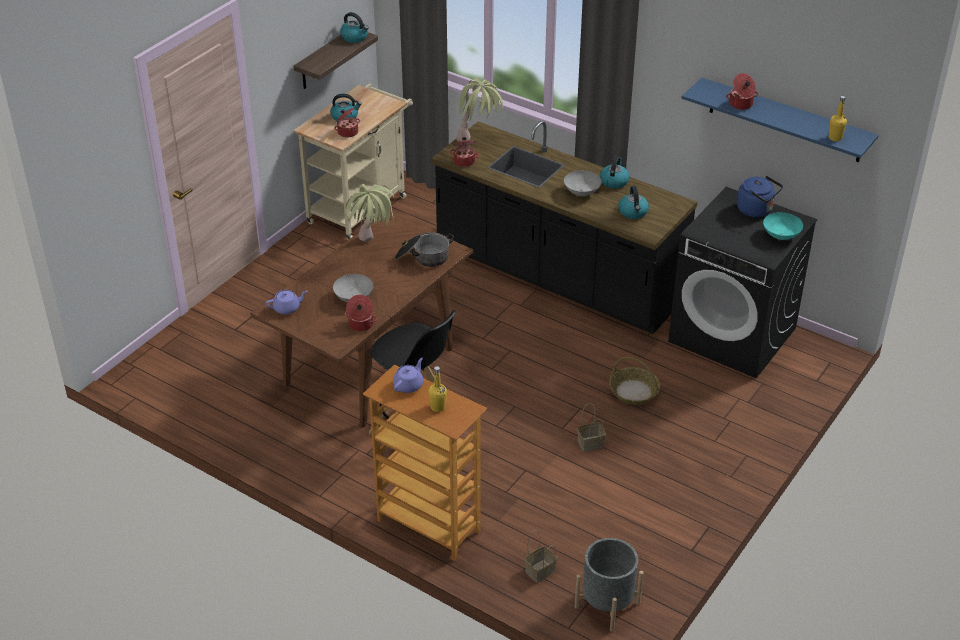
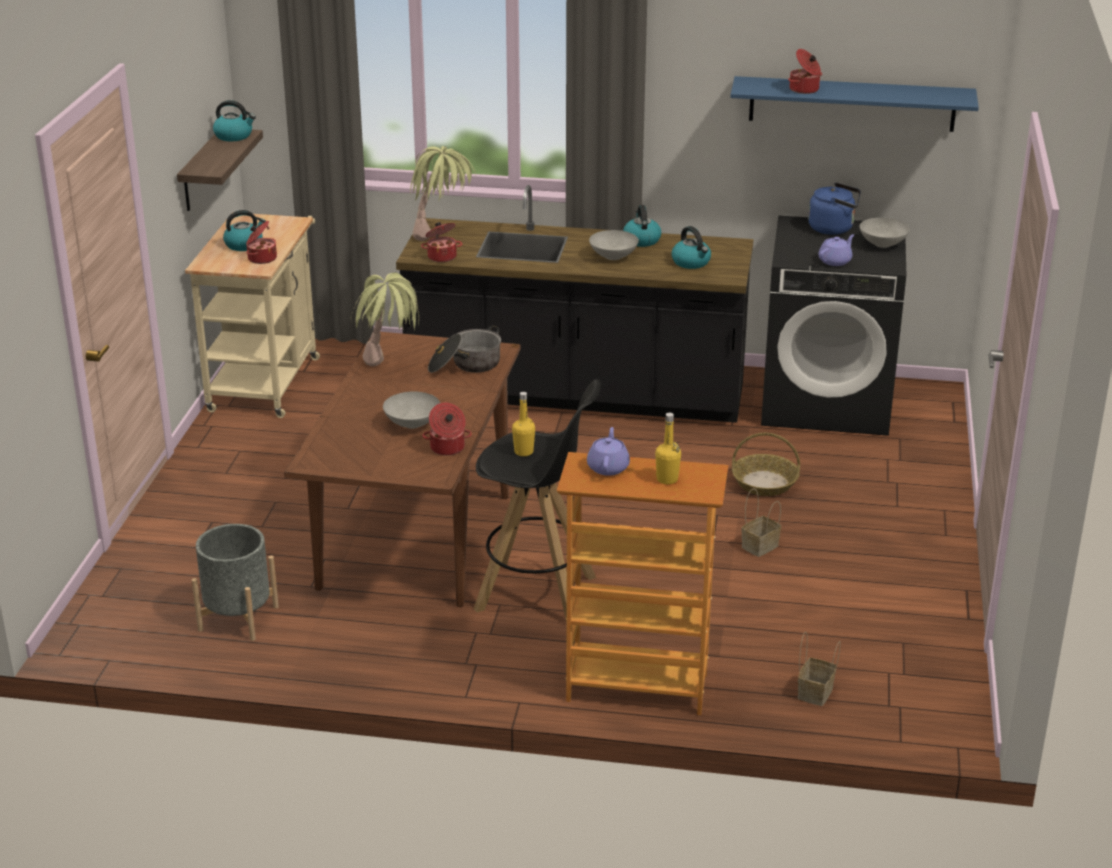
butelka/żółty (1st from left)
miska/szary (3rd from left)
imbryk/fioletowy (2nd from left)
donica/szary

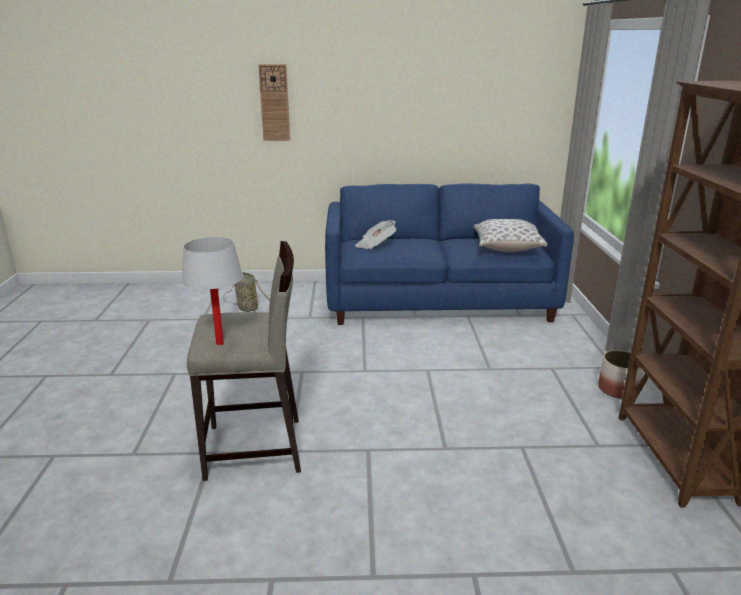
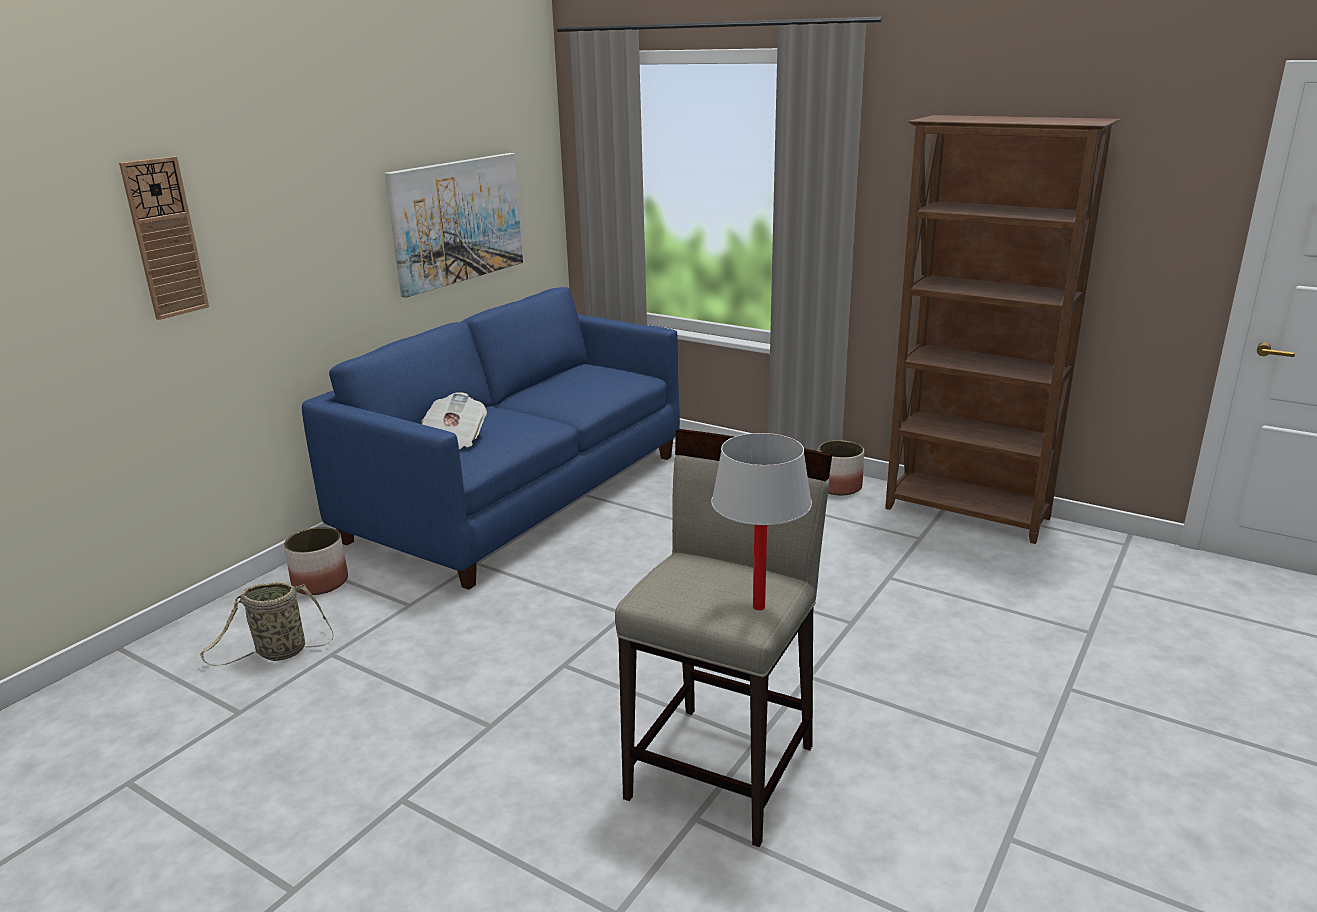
poduszka
obraz
donica (1st from left)

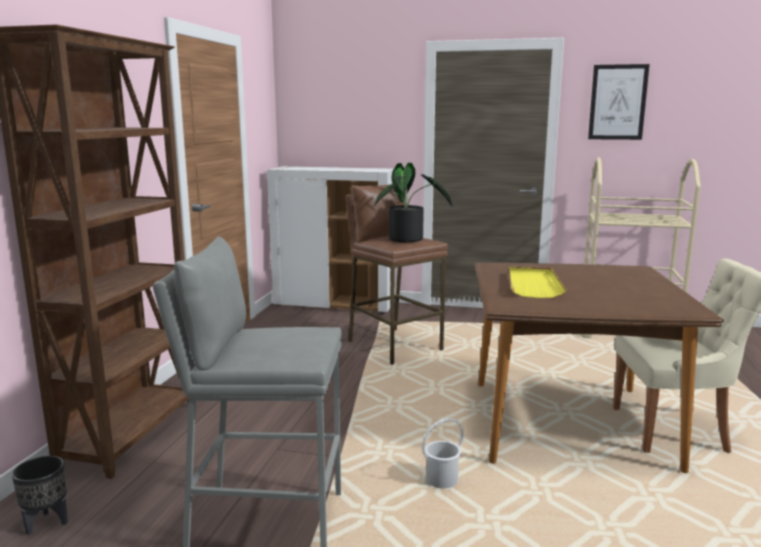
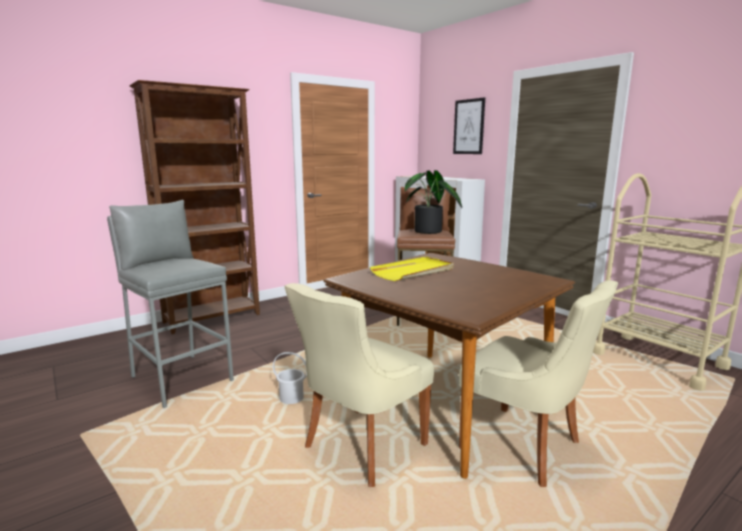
obraz
donica/czarny
krzesło/beżowy (1st from left)

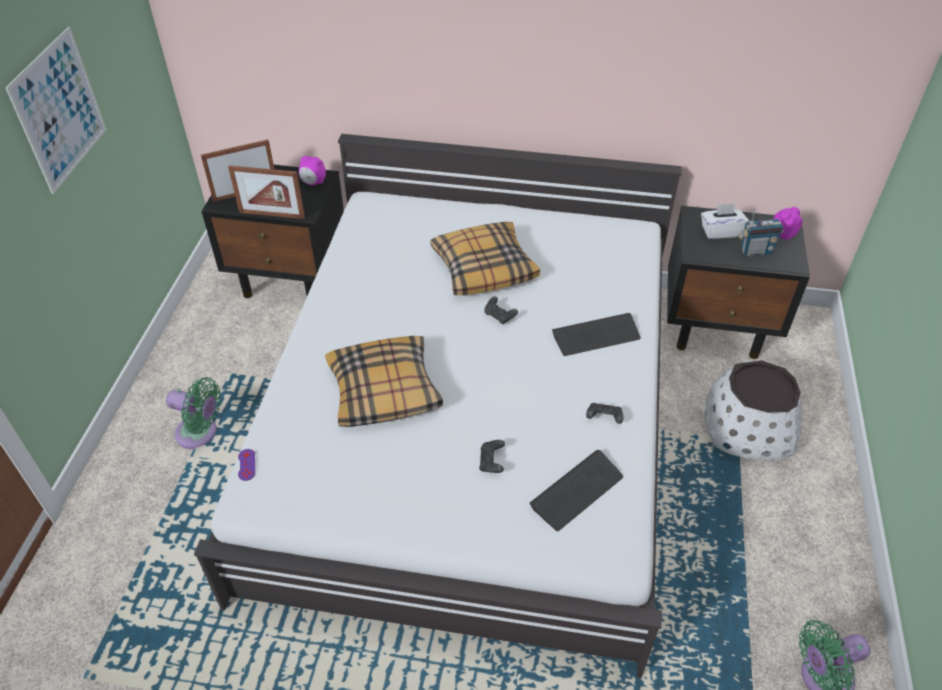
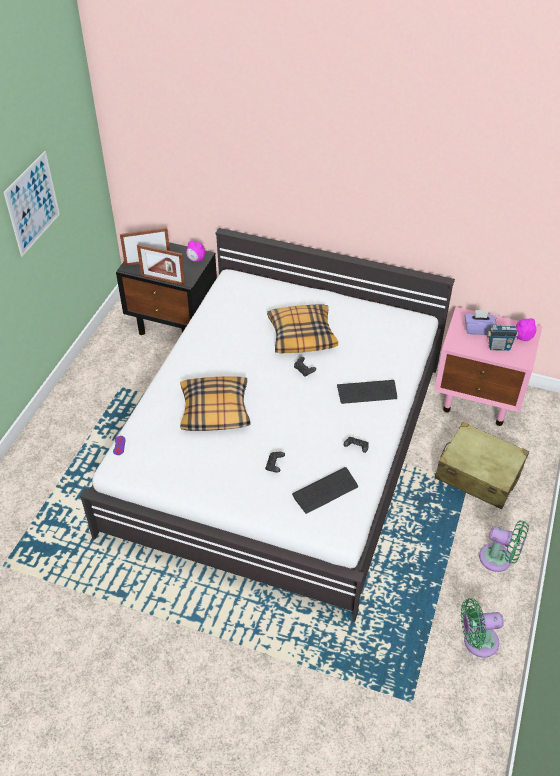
pudełko chusteczek/fioletowy
szafka nocna/różowy
walizka/beżowy
wentylator/zielony (2nd from left)

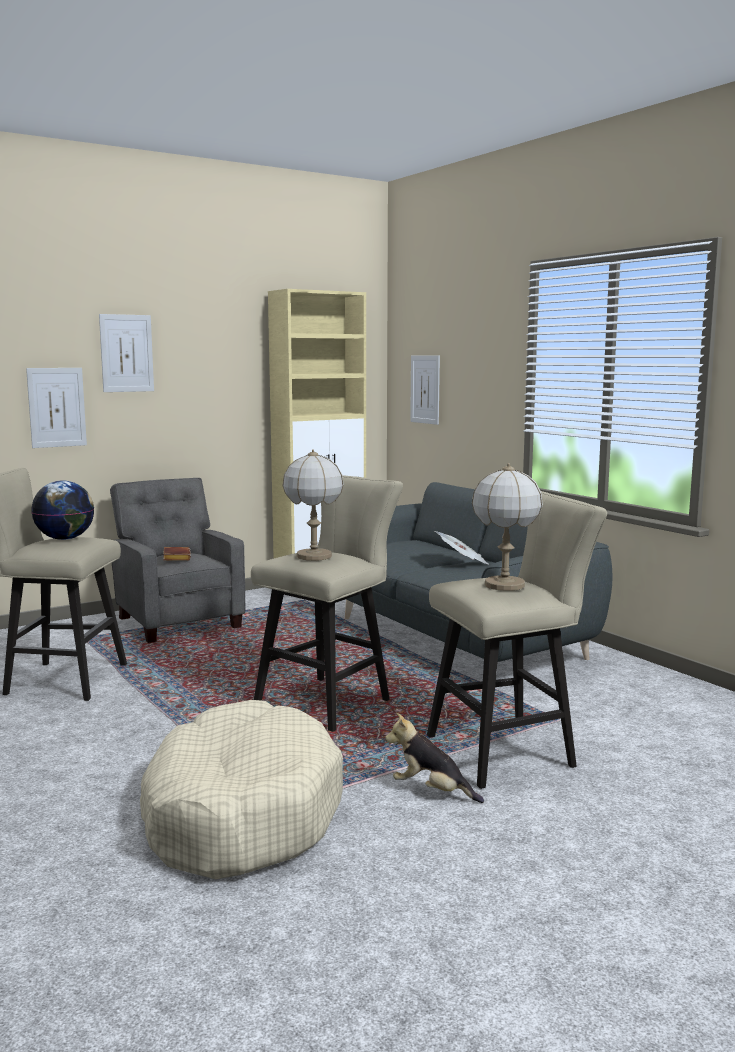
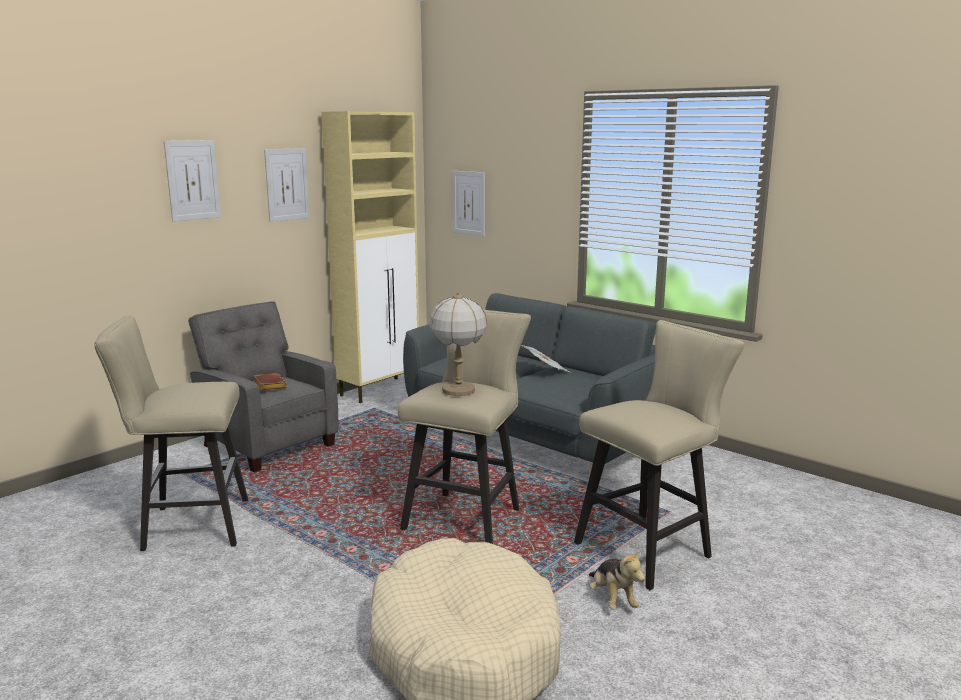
obraz (2nd from left)
lampa stołowa (2nd from left in the first image)
globus
pluszak

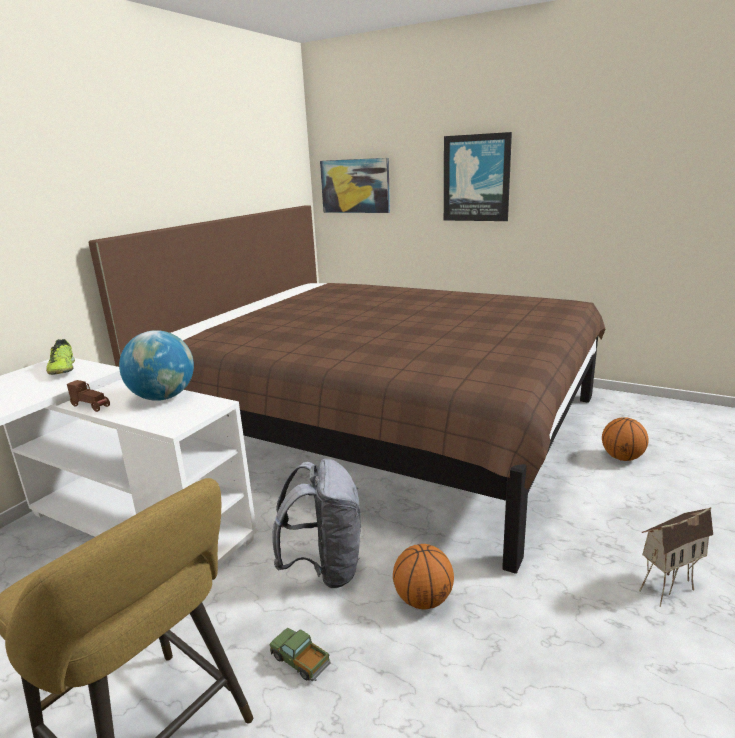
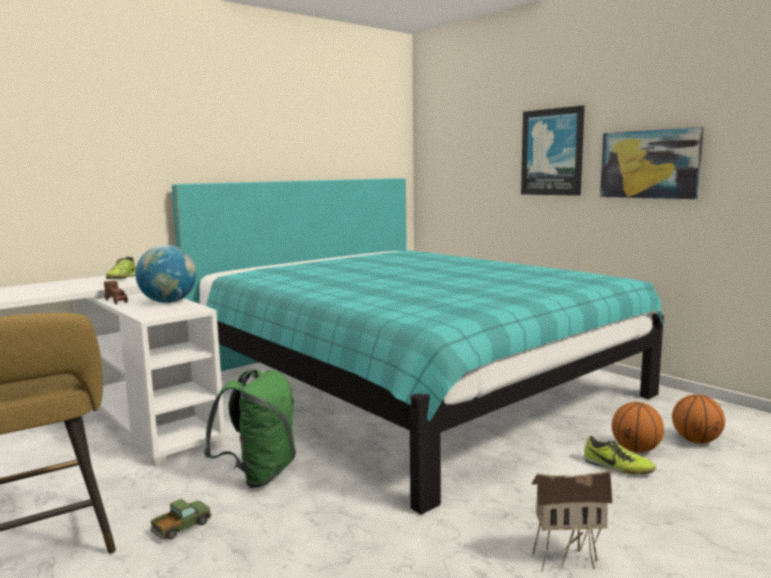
obraz (2nd from left)
łóżko/turkusowy
plecak/zielony
piłka do koszykówki (2nd from left)
ciężarówka zabawkowa
but (2nd from left)

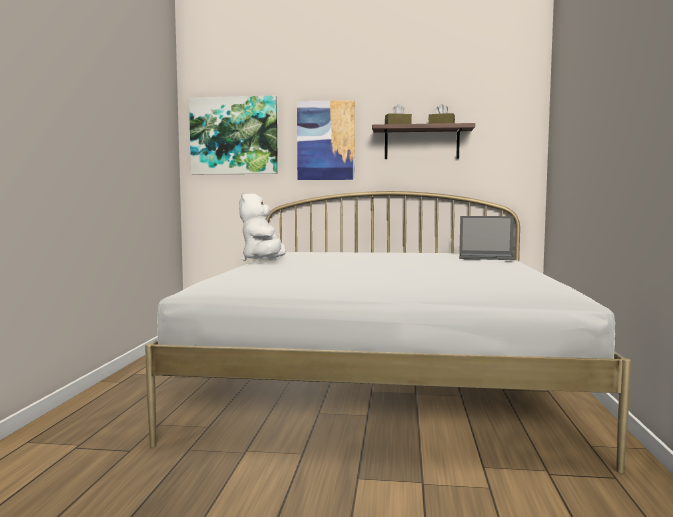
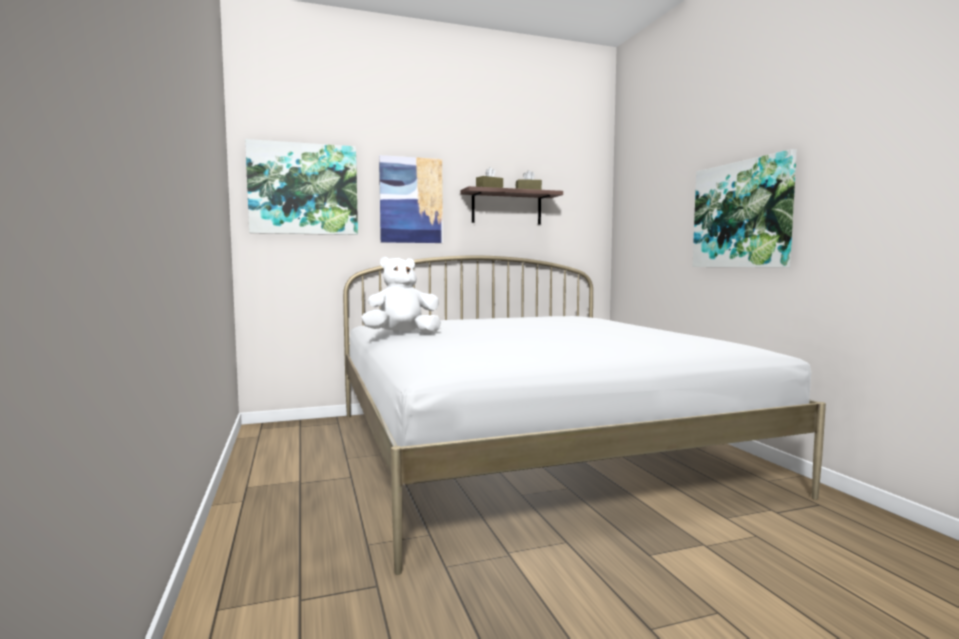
pluszak/biały
laptop
obraz (3rd from left)

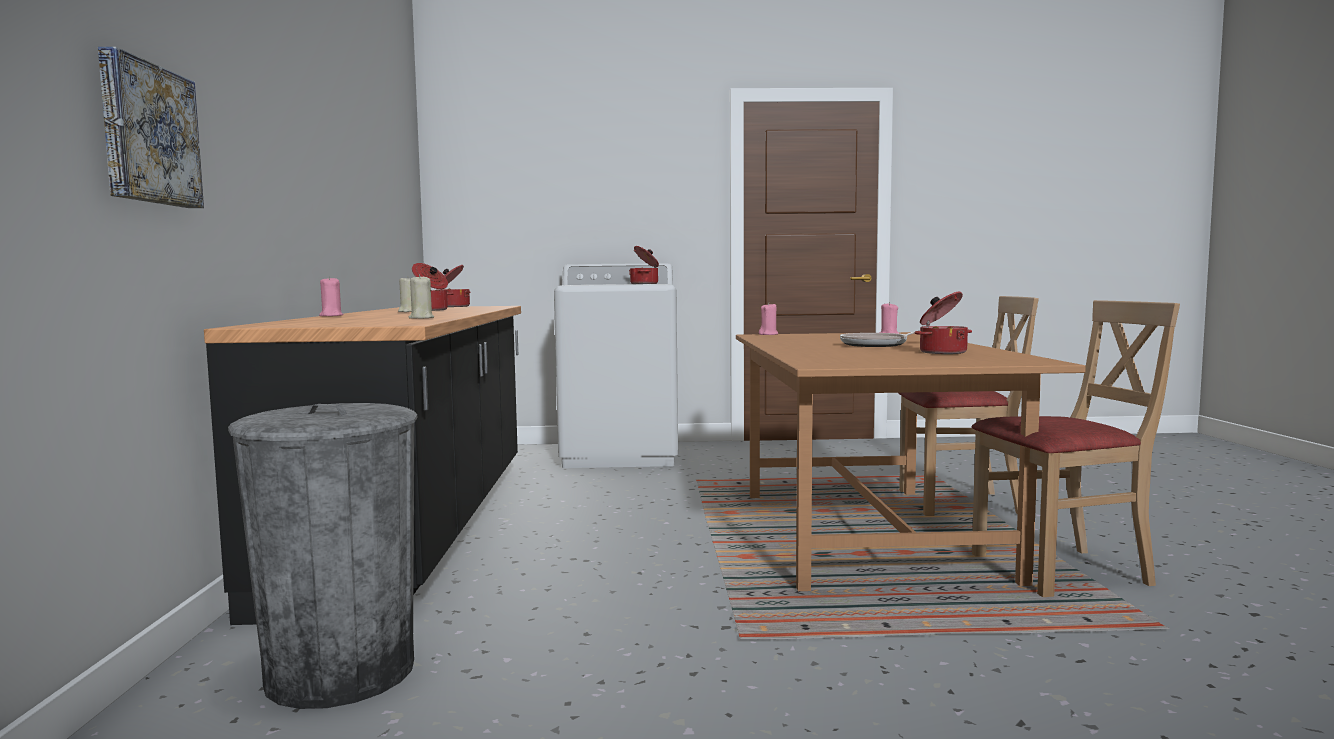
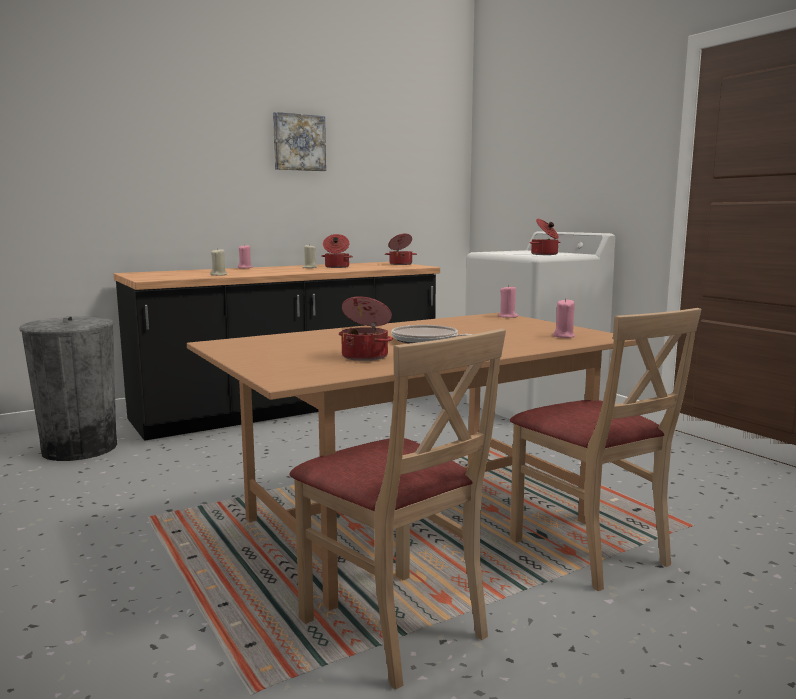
obraz

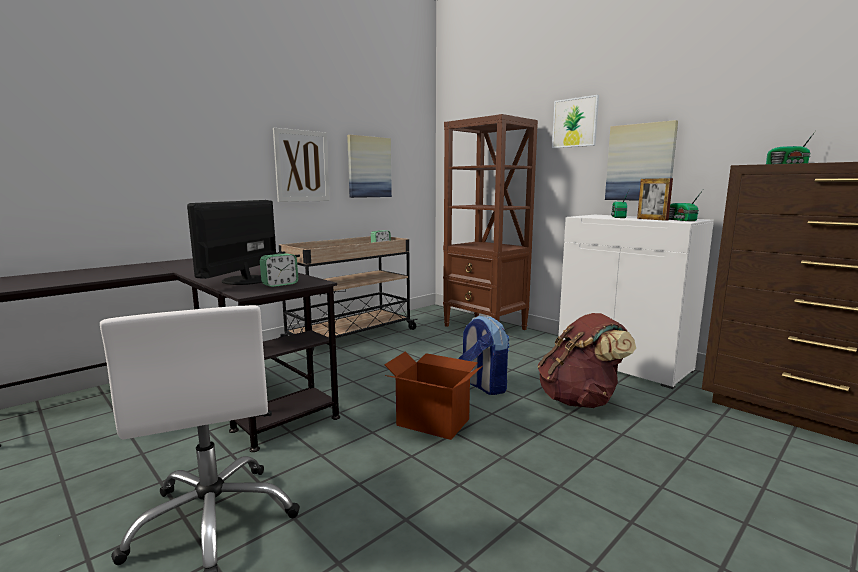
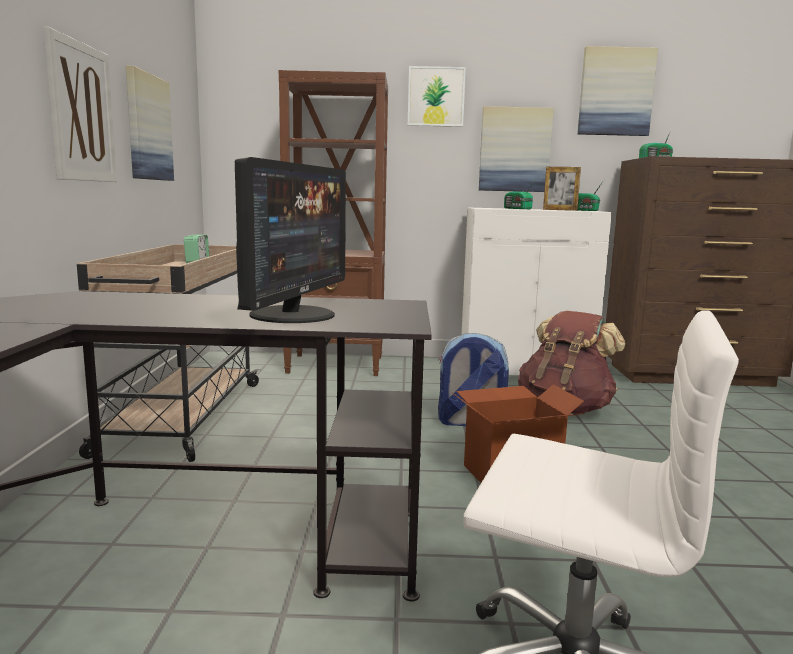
monitor
budzik (1st from left in the first image)
obraz (5th from left)

